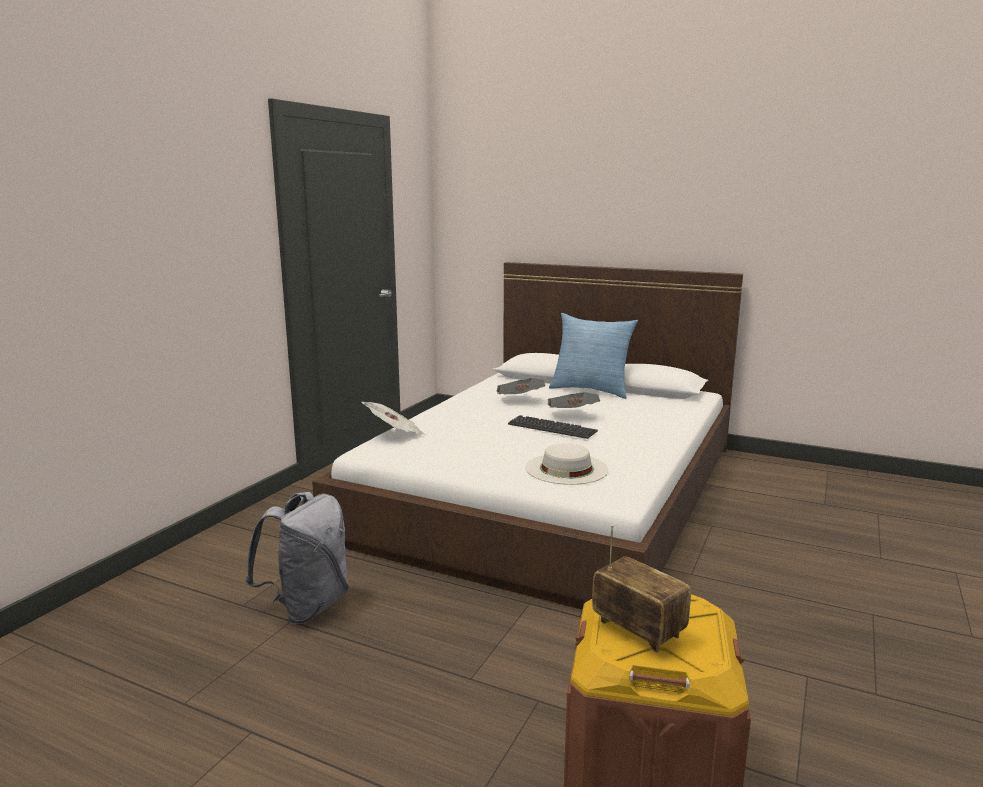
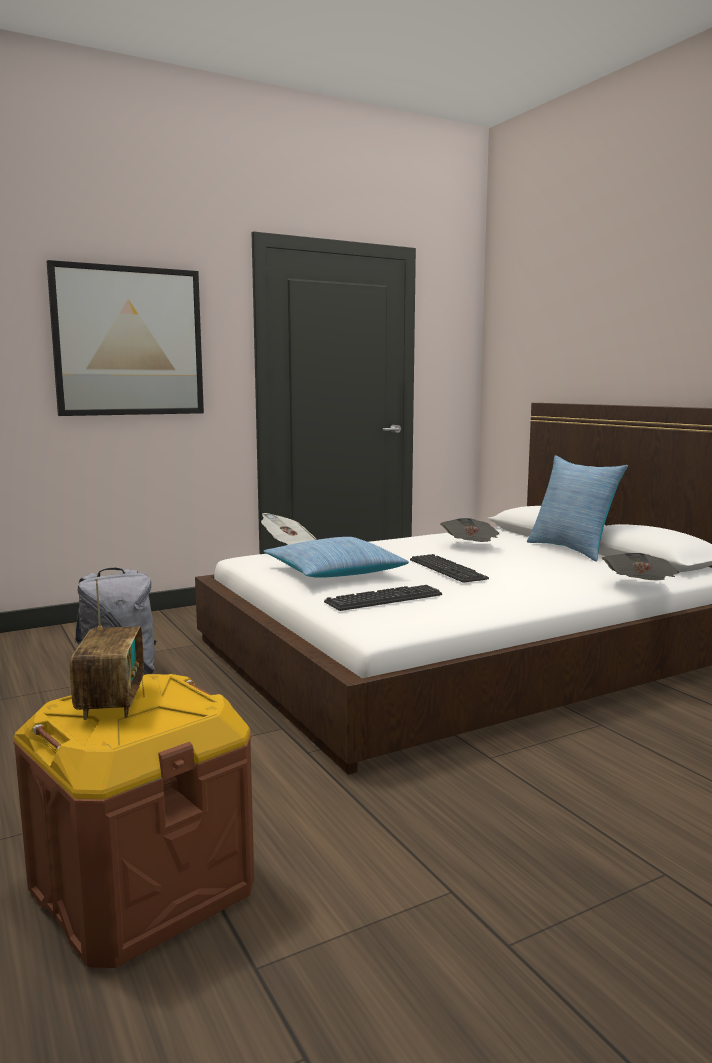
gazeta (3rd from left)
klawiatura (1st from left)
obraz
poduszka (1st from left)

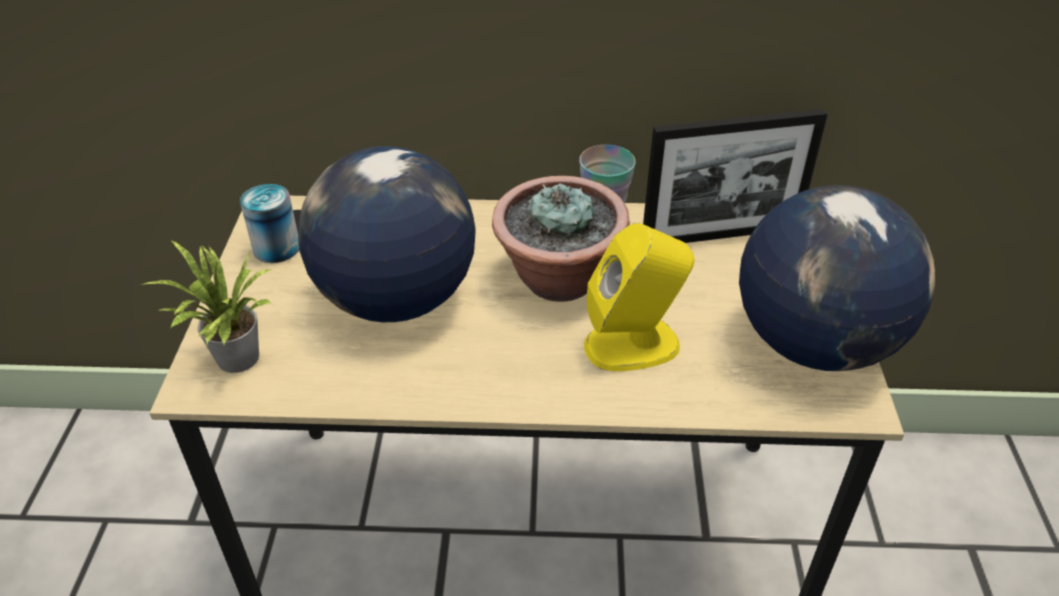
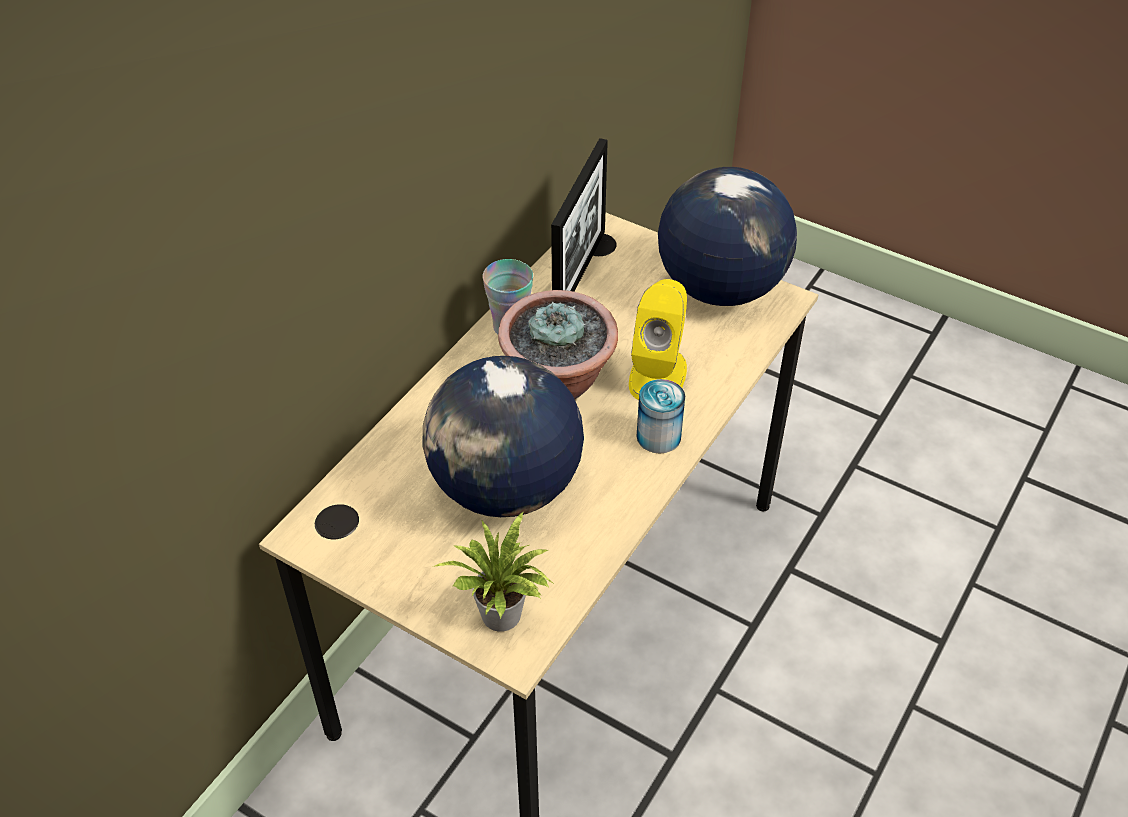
puszka

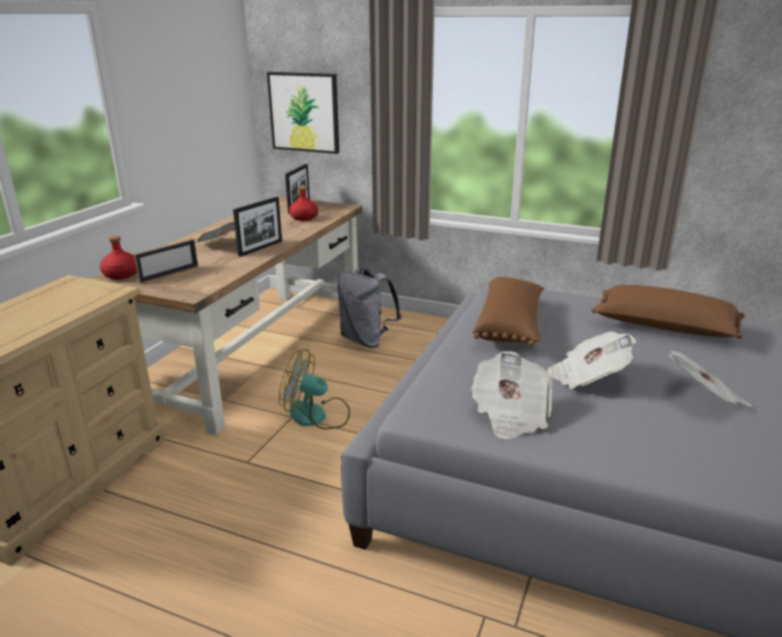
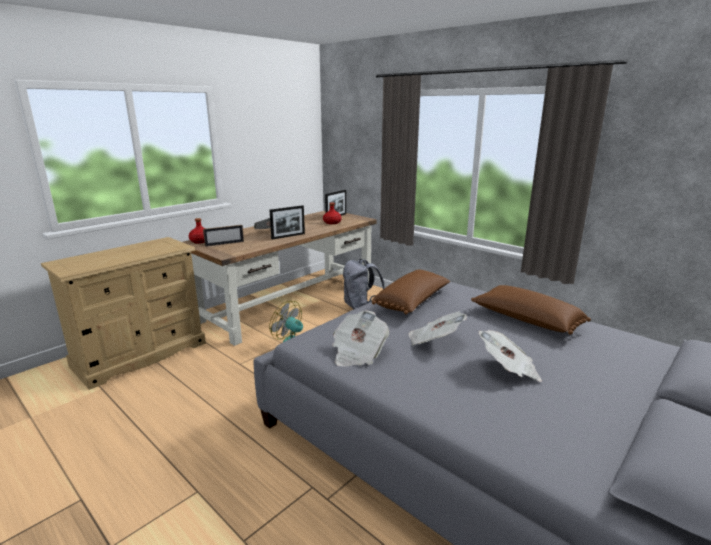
obraz

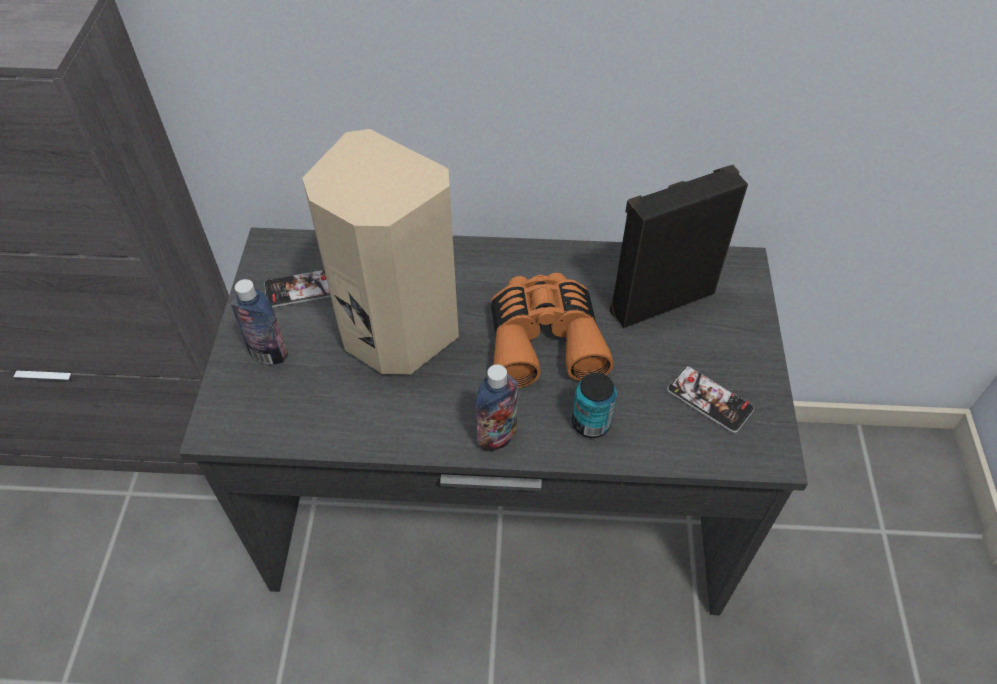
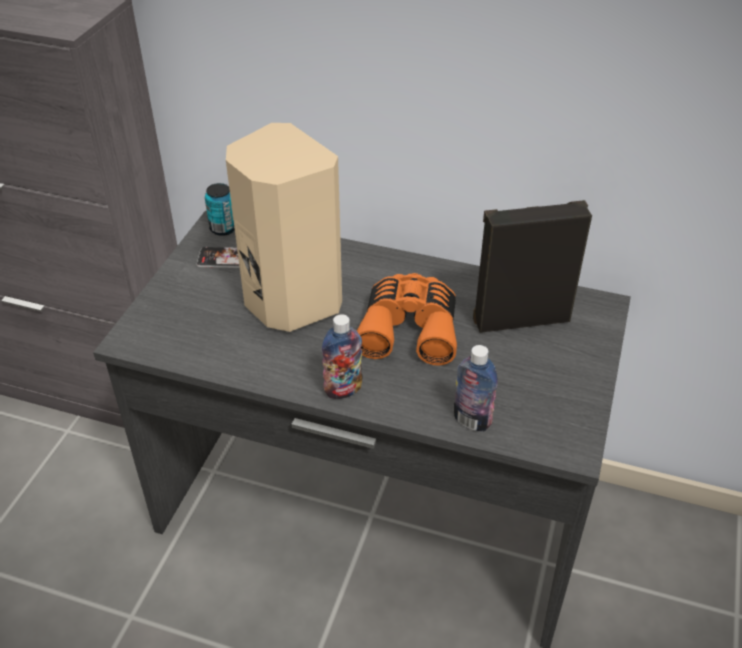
butelka (2nd from left)
telefon (2nd from left in the first image)
puszka

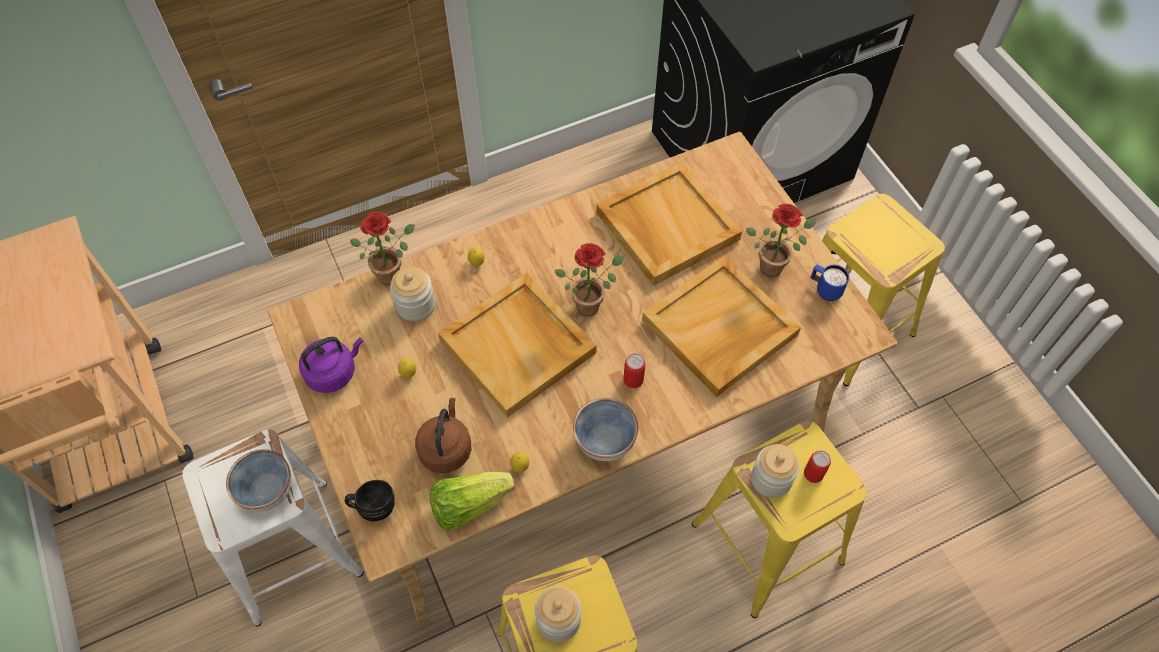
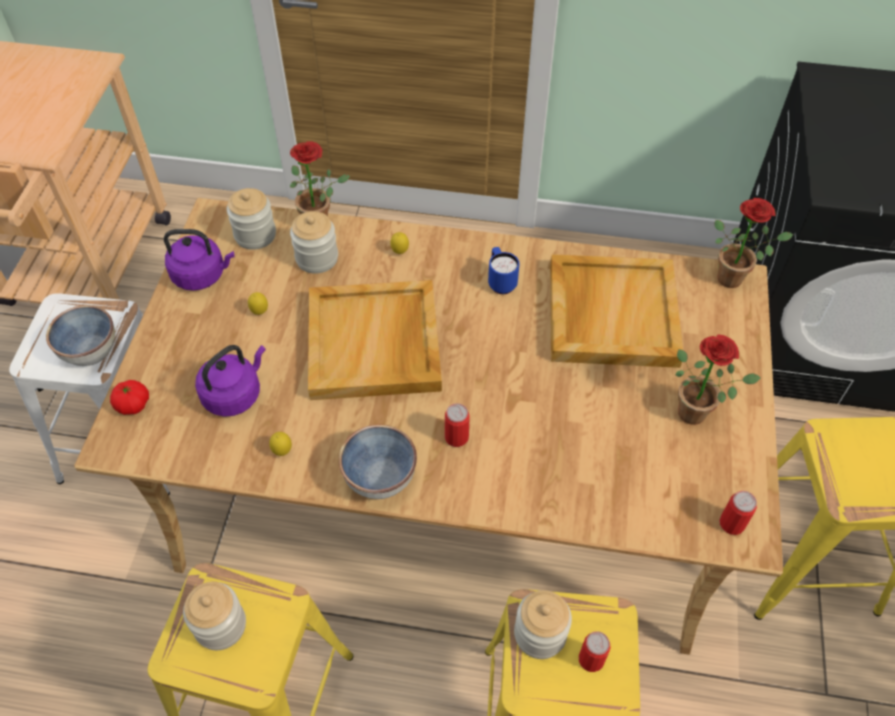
roślina doniczkowa (3rd from left)
taca/beżowy (3rd from left in the first image)
kubek/niebieski
czajnik/fioletowy (2nd from left)
sałata
pomidor
słoik (2nd from left)
puszka (3rd from left)

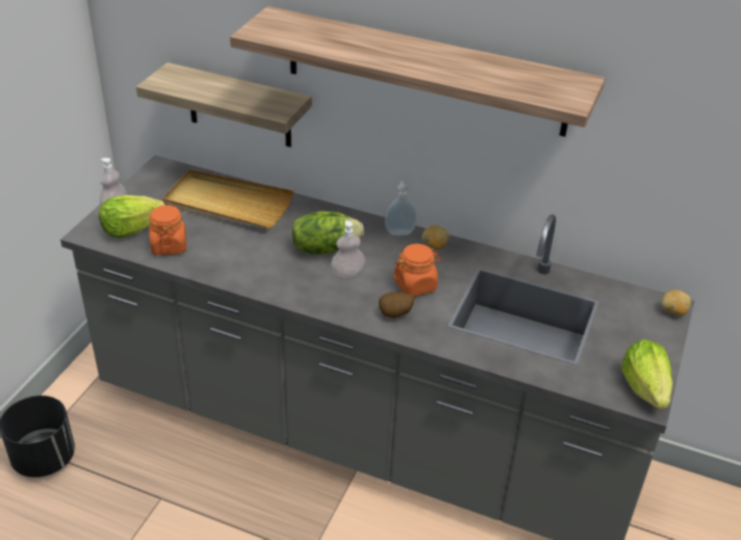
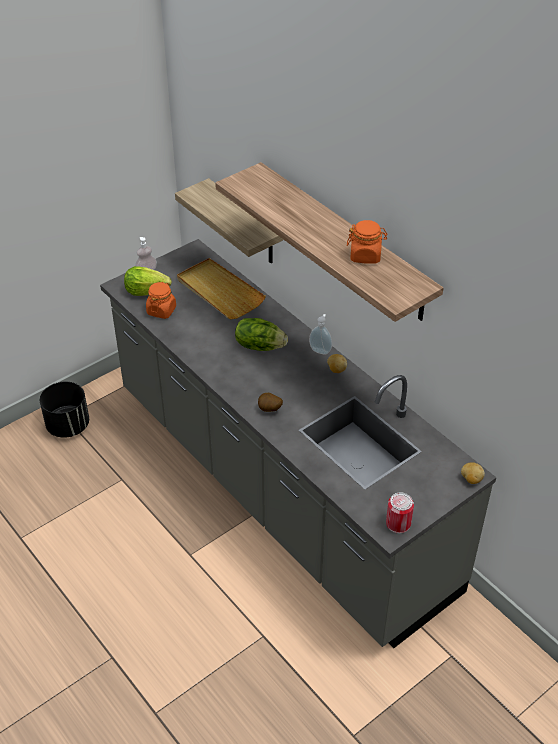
dozownik mydła (2nd from left in the first image)
słoik/pomarańczowy (2nd from left)
puszka

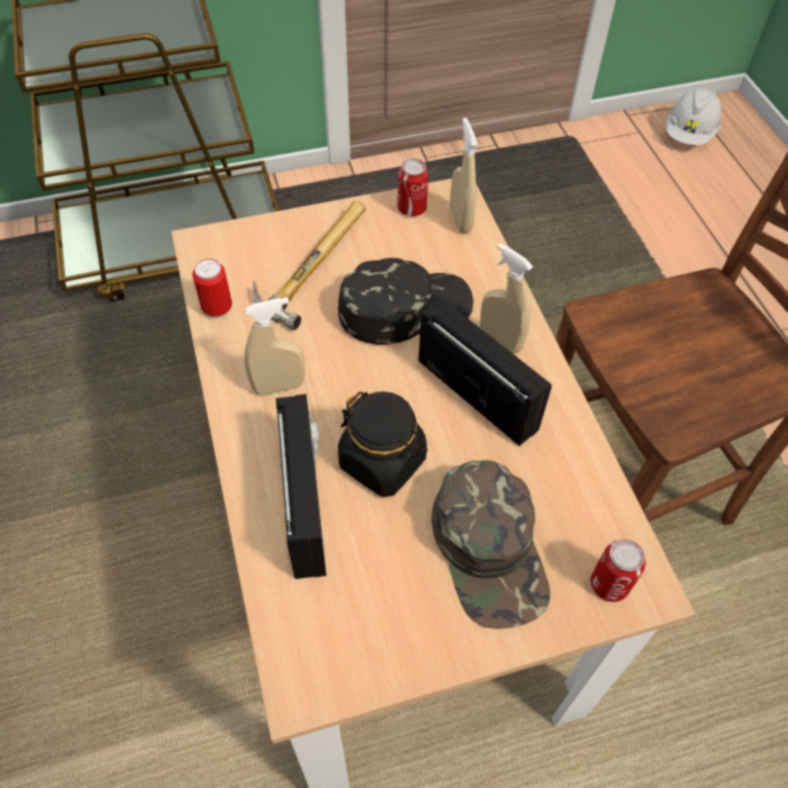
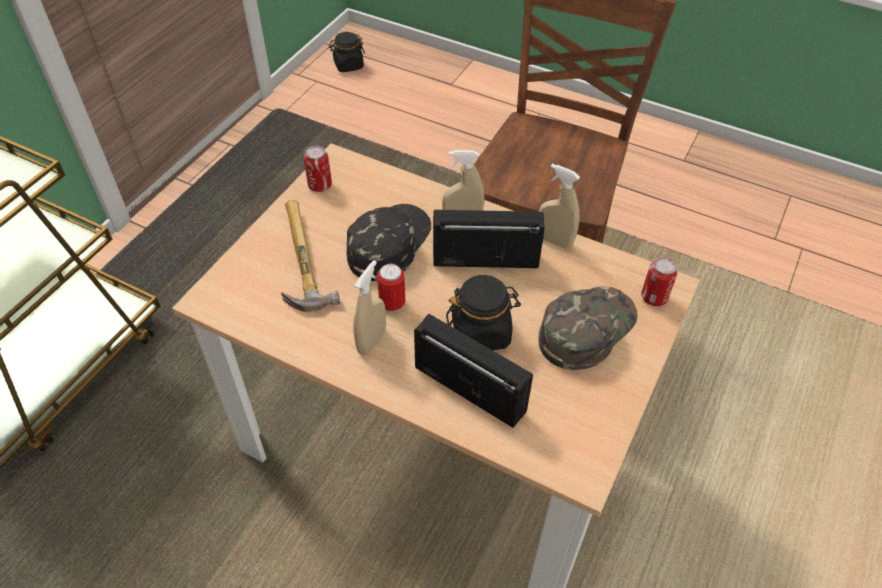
słoik/czarny (1st from left)
spryskiwacz/beżowy (3rd from left)
puszka (2nd from left)
czapka z daszkiem/zielony

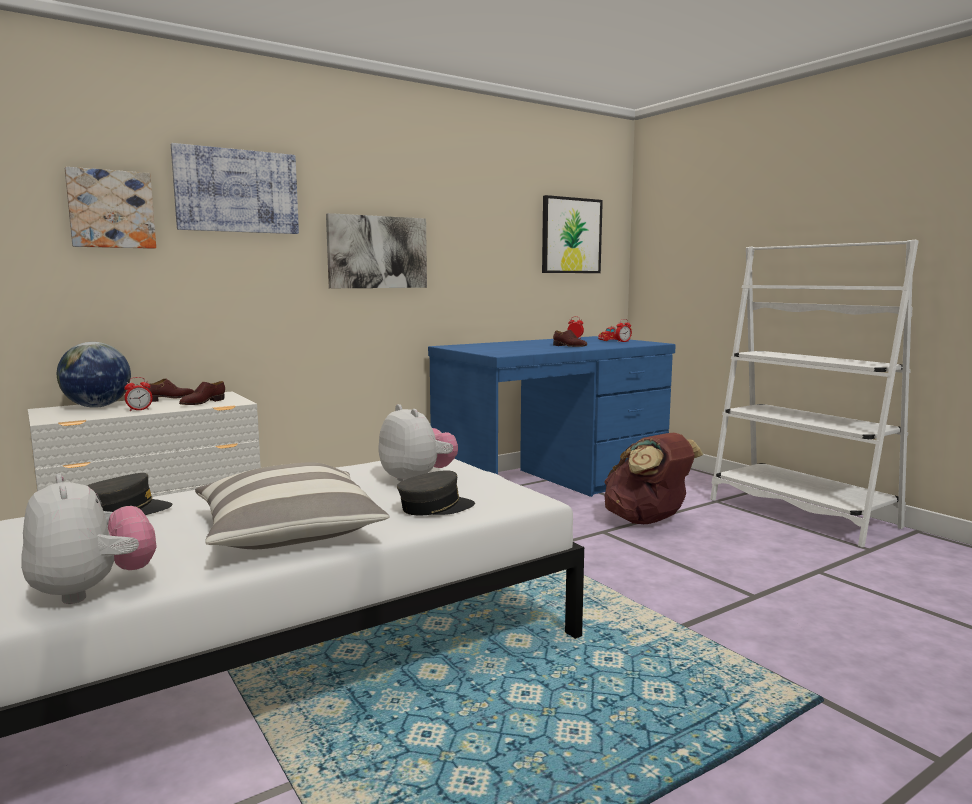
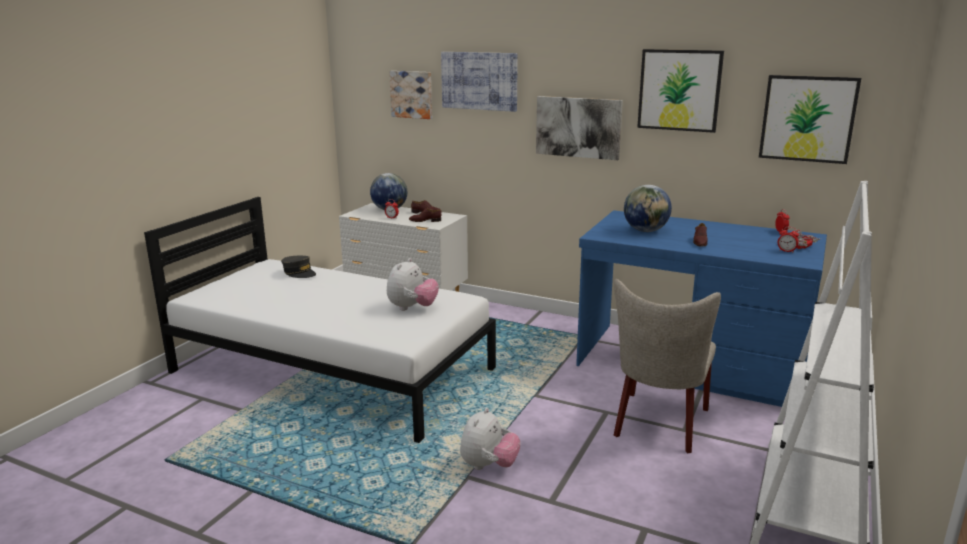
krzesło/beżowy
poduszka
czapka z daszkiem/szary (2nd from left in the first image)
pluszak (2nd from left)
obraz (4th from left)
globus (2nd from left)

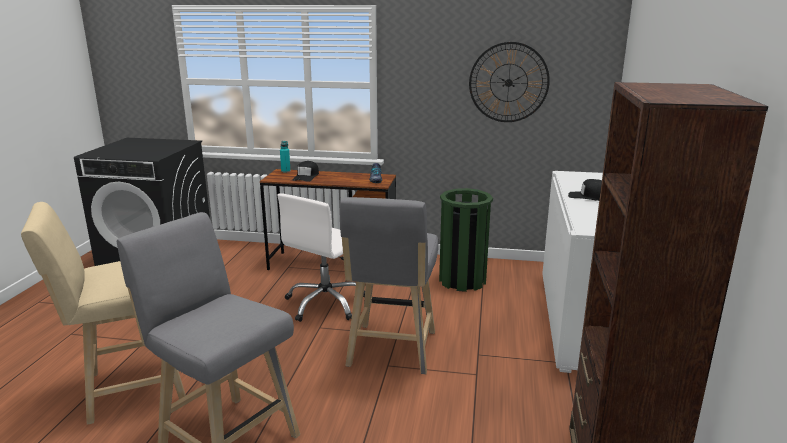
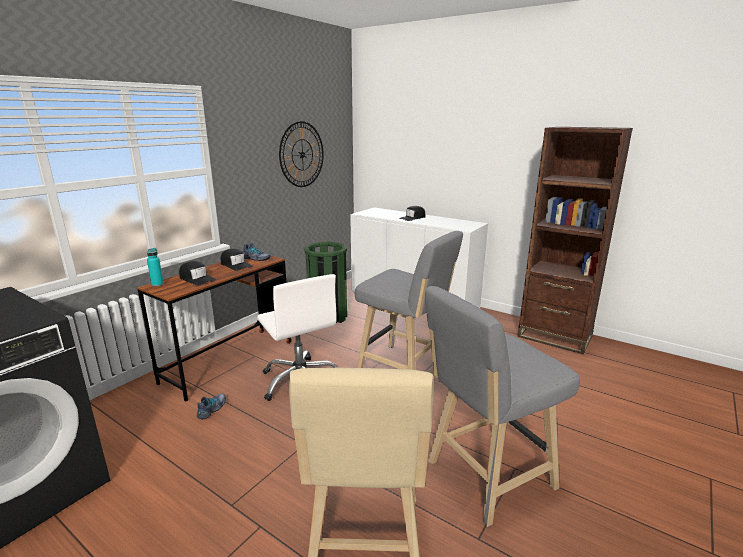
czapka z daszkiem/czarny (2nd from left)
but (1st from left)

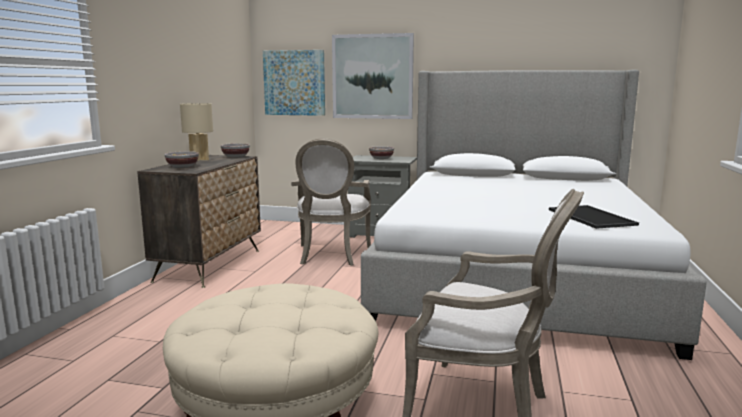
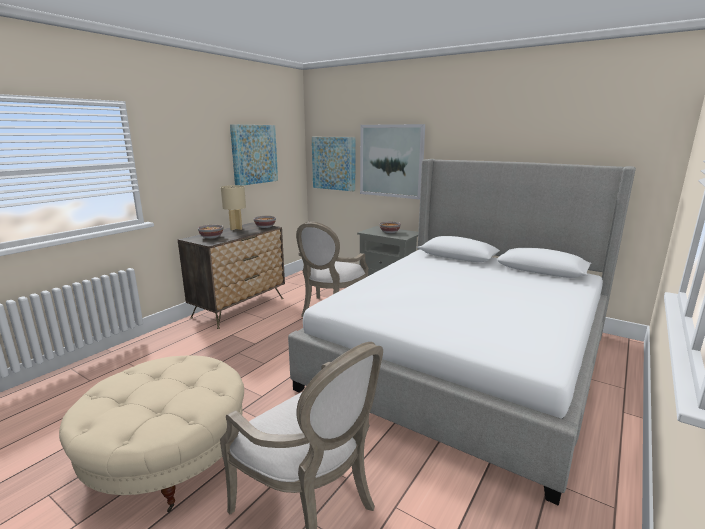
taca
obraz (1st from left)

